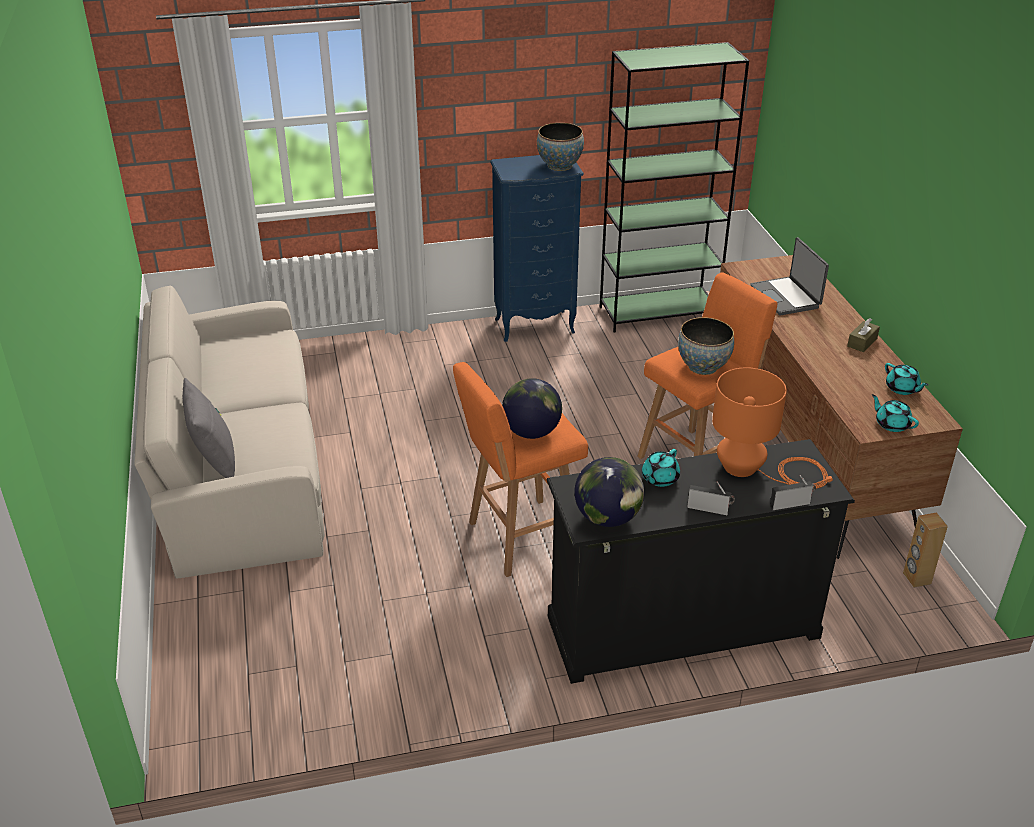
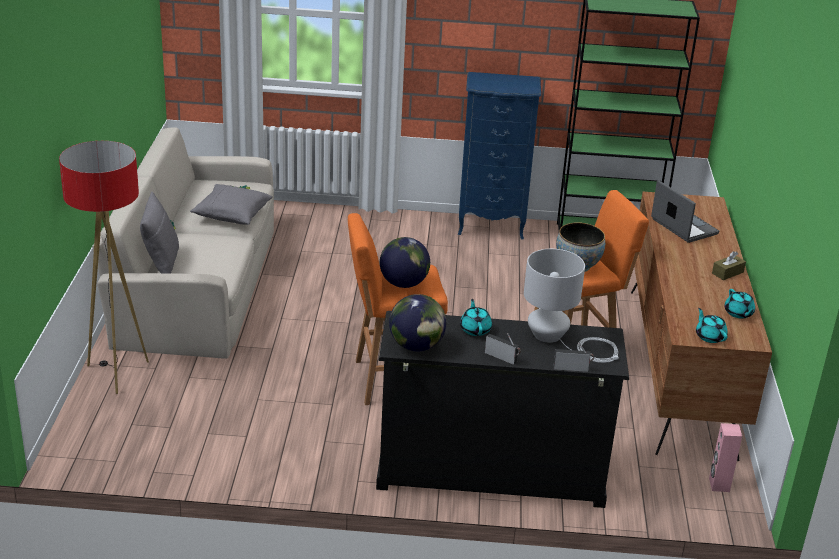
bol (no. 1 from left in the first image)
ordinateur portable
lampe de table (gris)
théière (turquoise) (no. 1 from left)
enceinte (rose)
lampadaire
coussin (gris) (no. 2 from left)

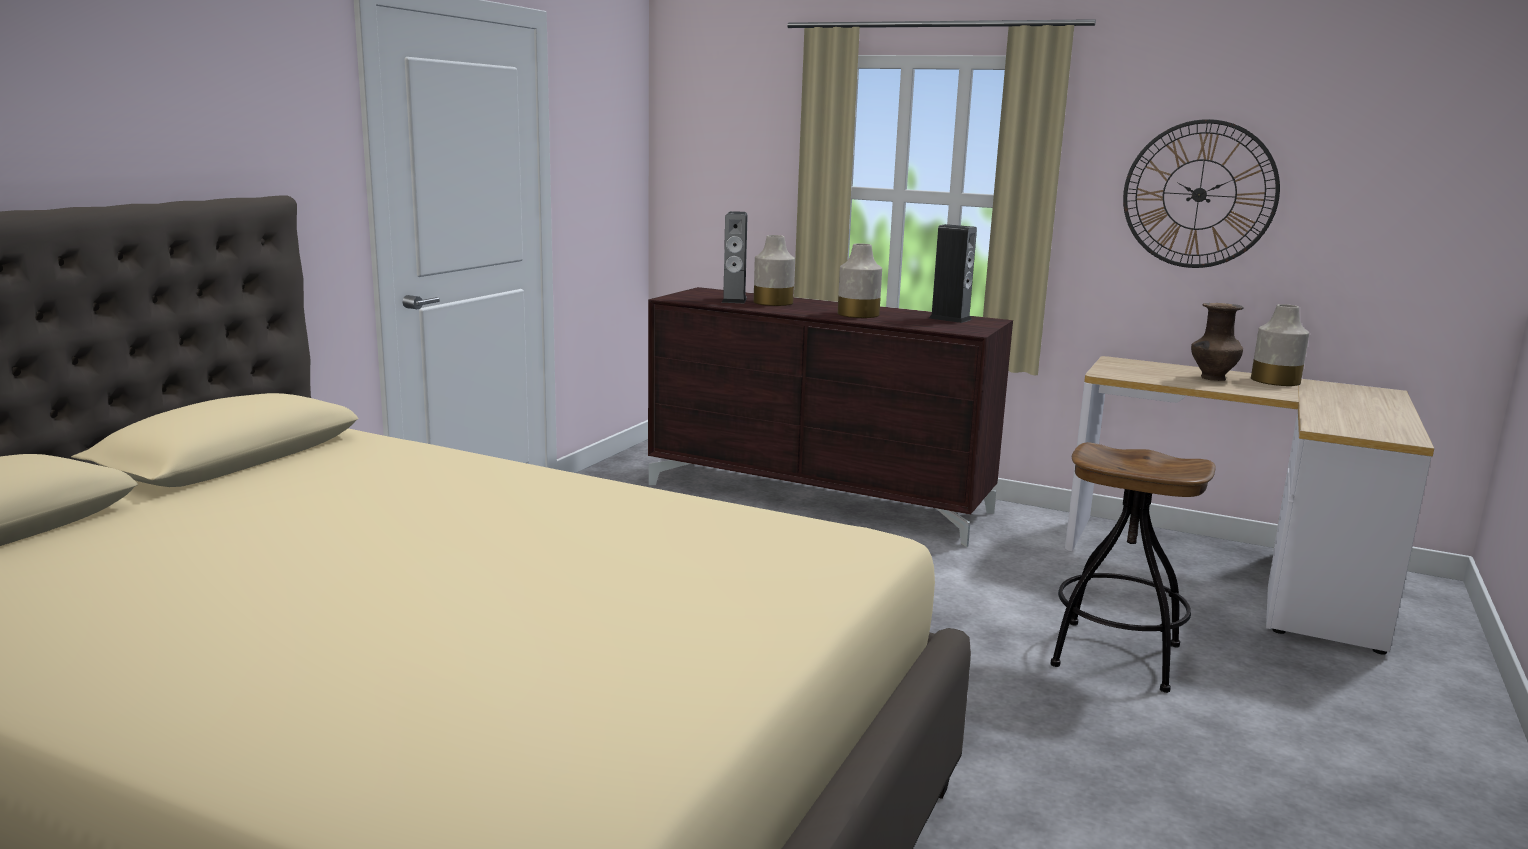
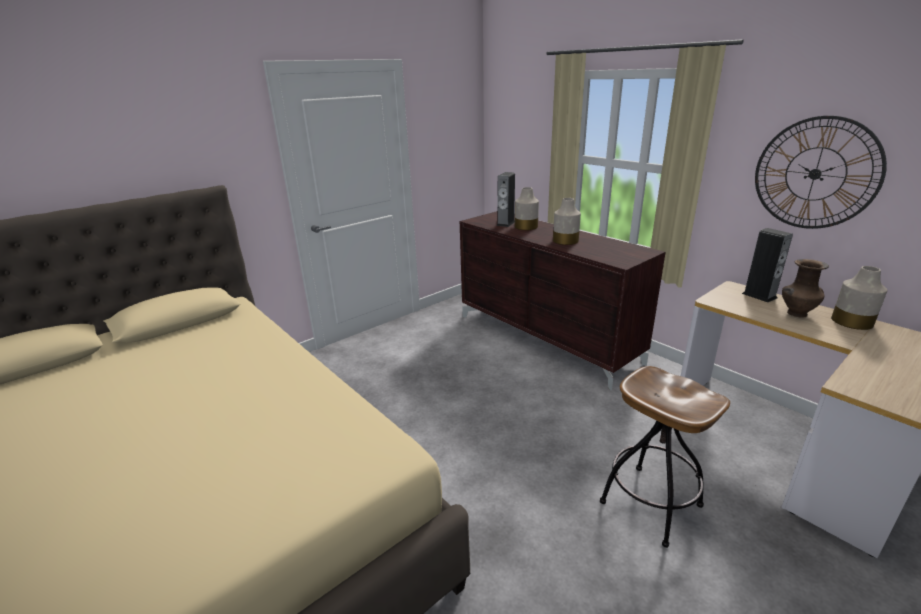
enceinte (no. 2 from left)

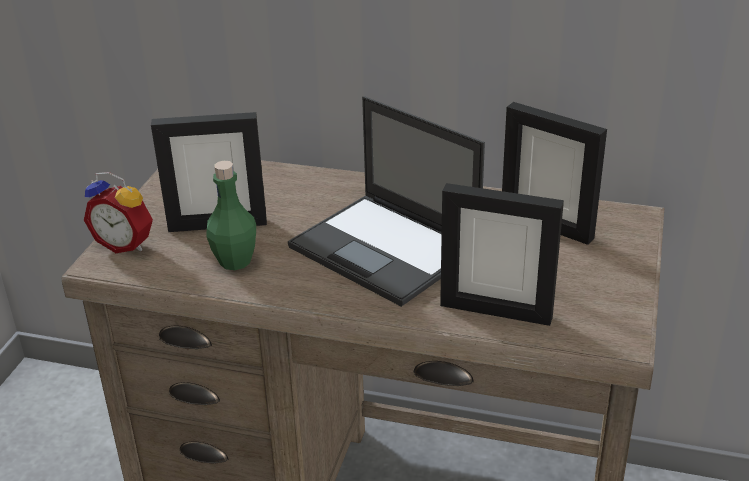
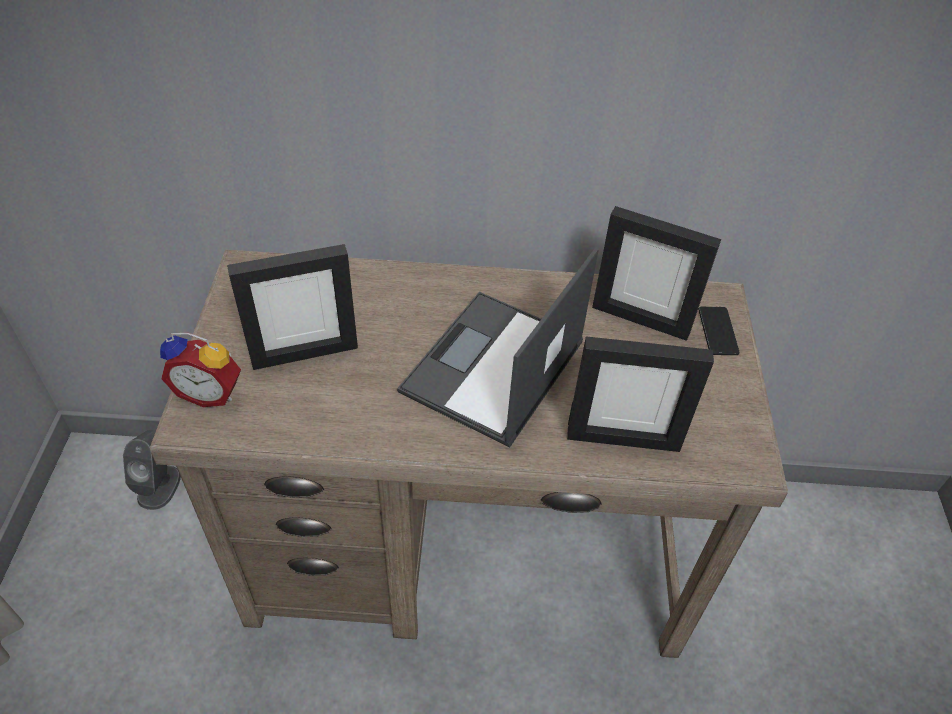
ordinateur portable
bouteille (vert)
téléphone
enceinte (gris)

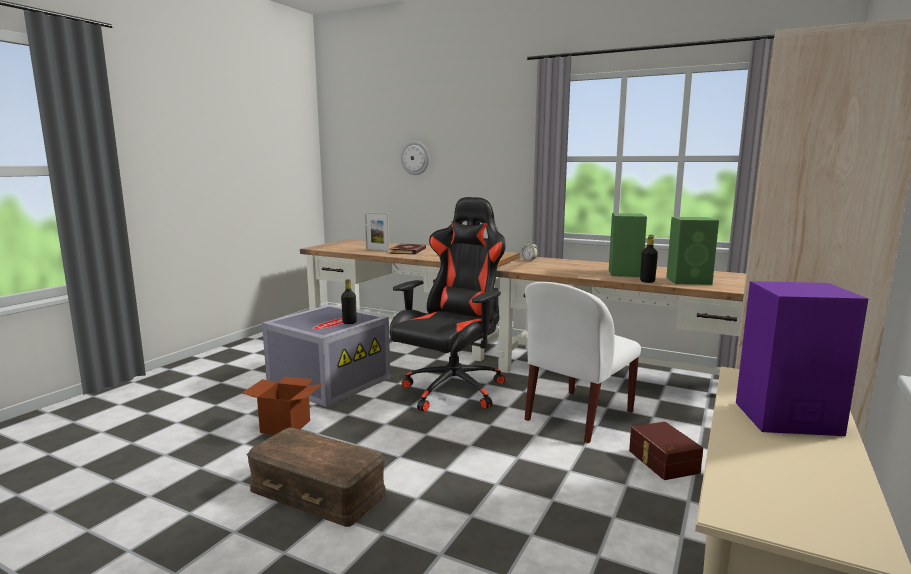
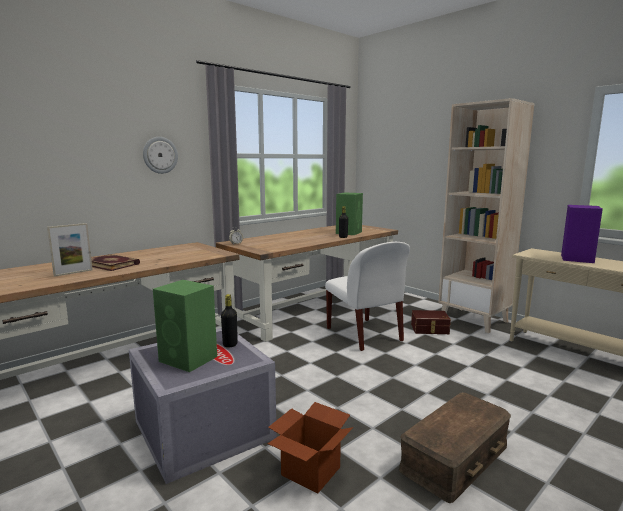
horloge murale
chaise de bureau (noir)
enceinte (vert) (no. 1 from left)

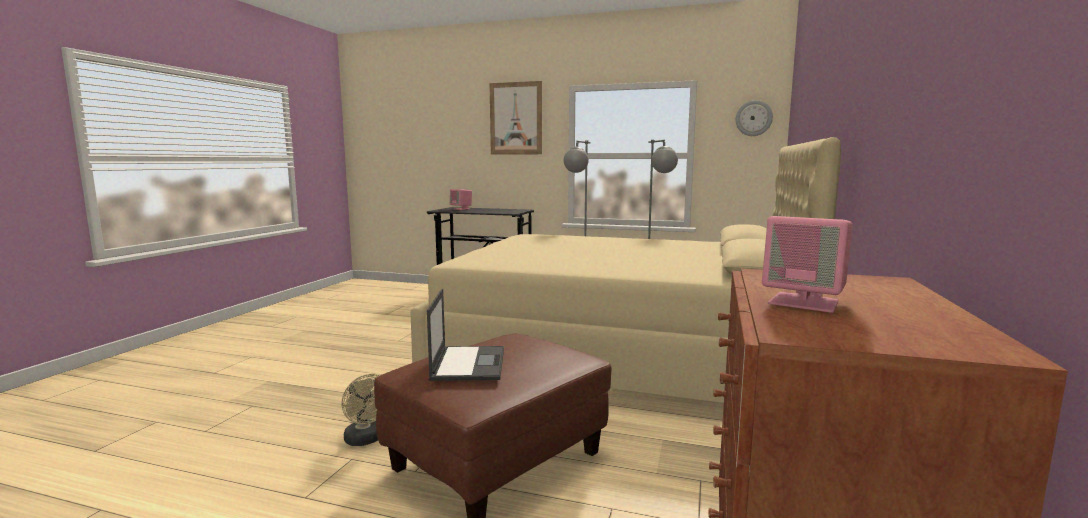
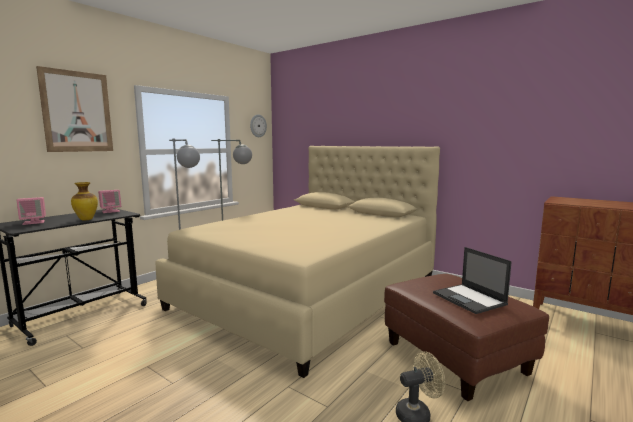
enceinte (rose) (no. 2 from left)
ordinateur portable
vase

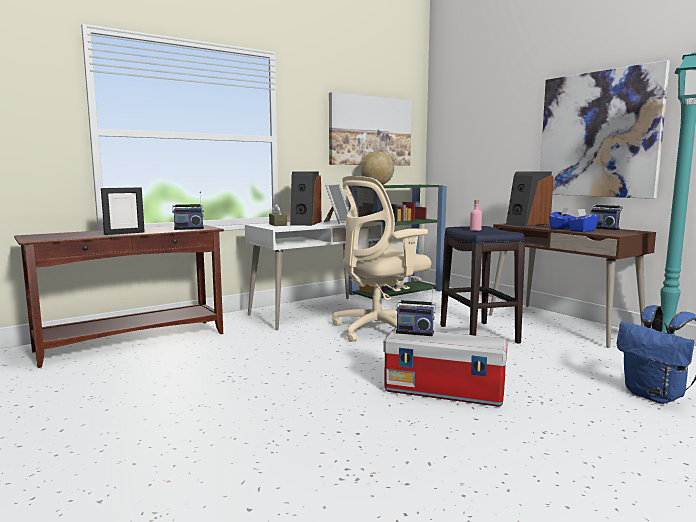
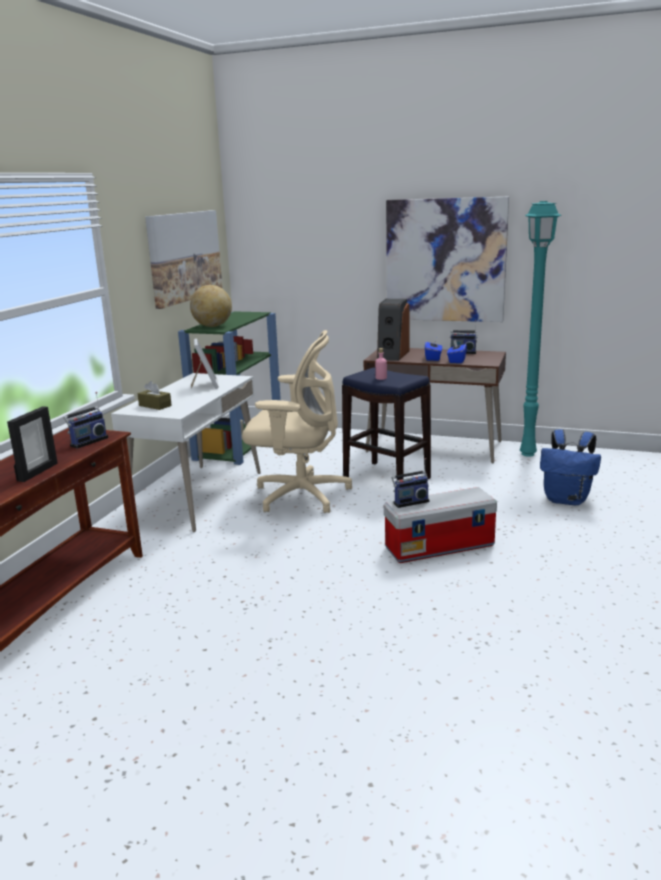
enceinte (no. 1 from left in the first image)
chaise de bureau (beige)

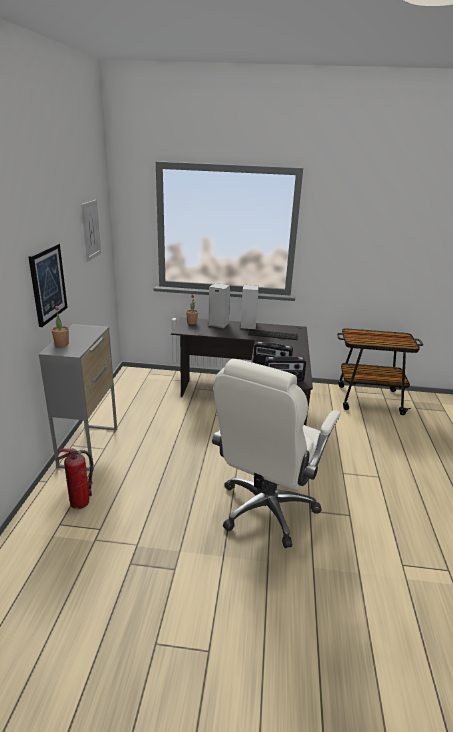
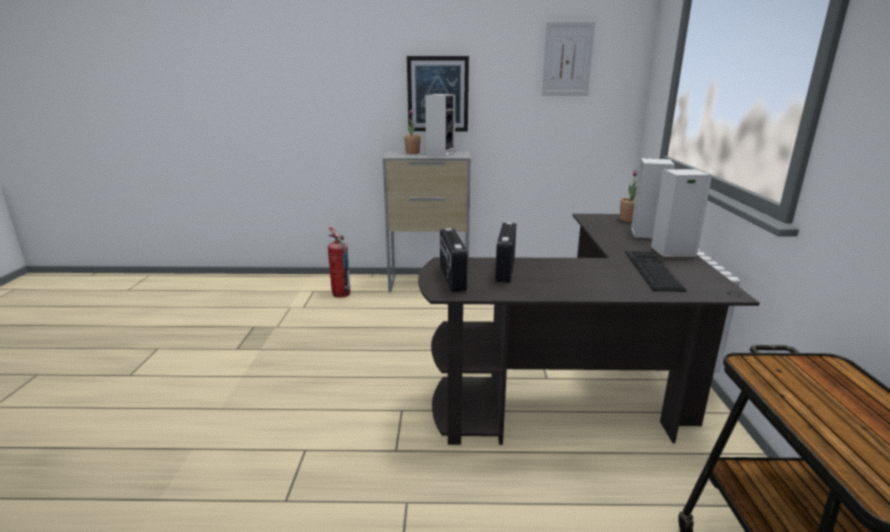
chaise de bureau (blanc)
enceinte (no. 1 from left)

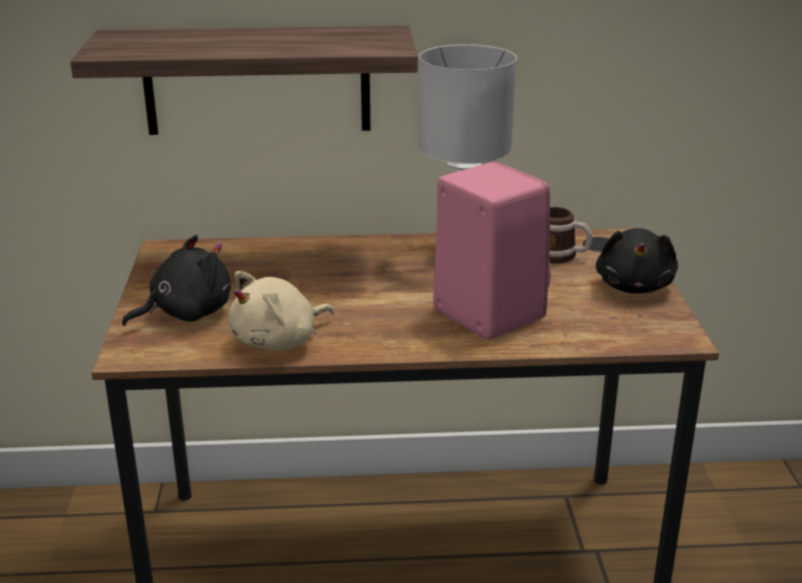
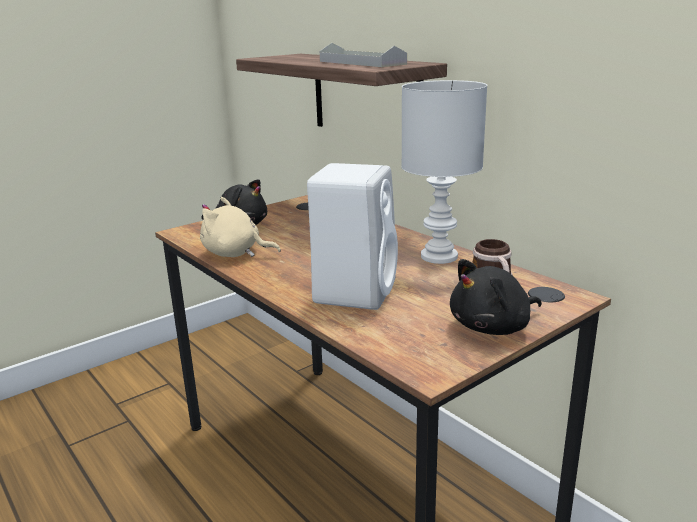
enceinte (blanc)
plateau (gris)

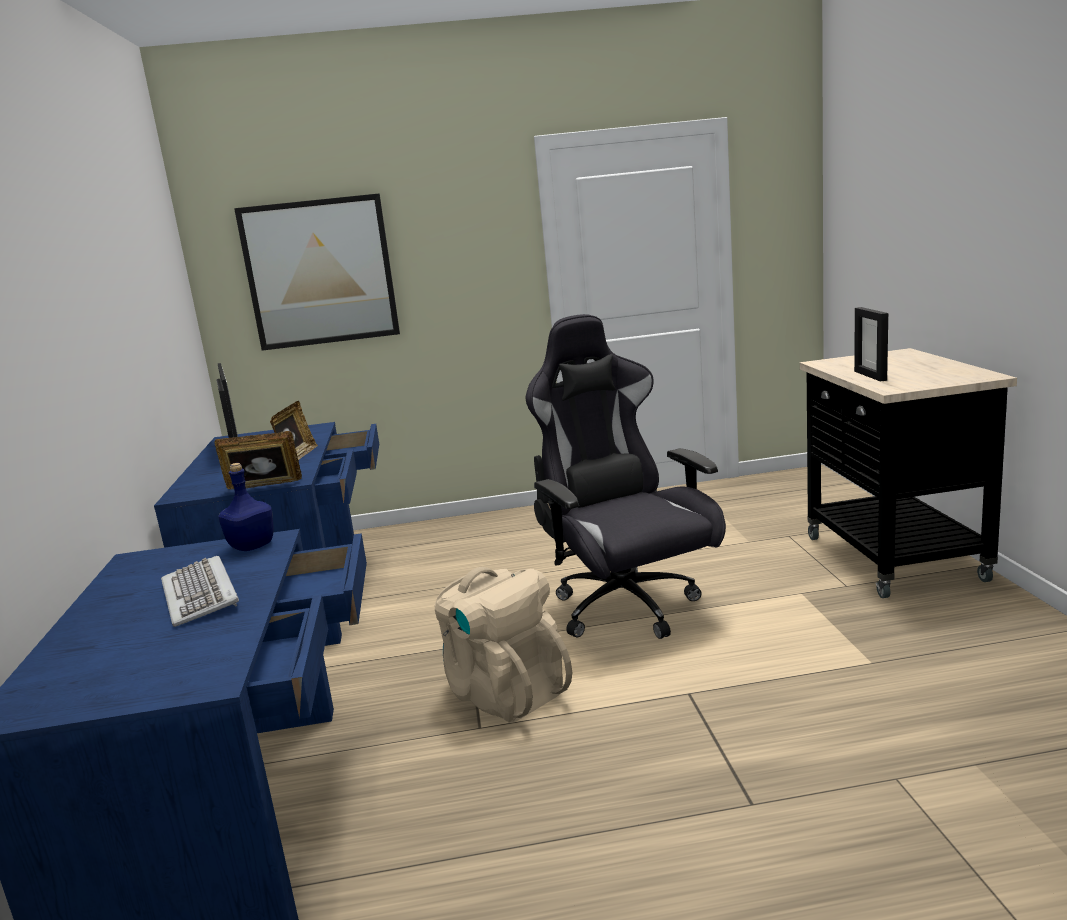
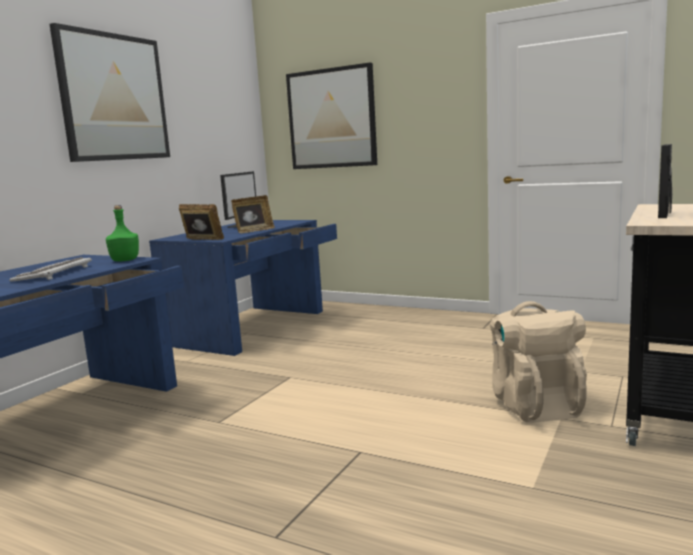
chaise de bureau (noir)
bouteille (vert)
sac à dos (beige)
tableau (no. 1 from left)

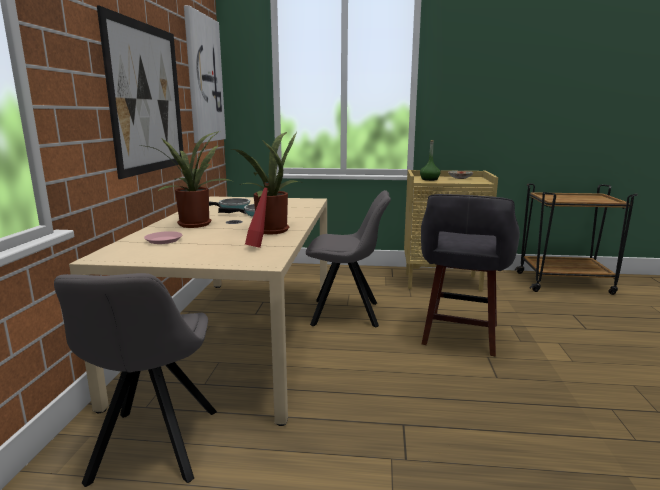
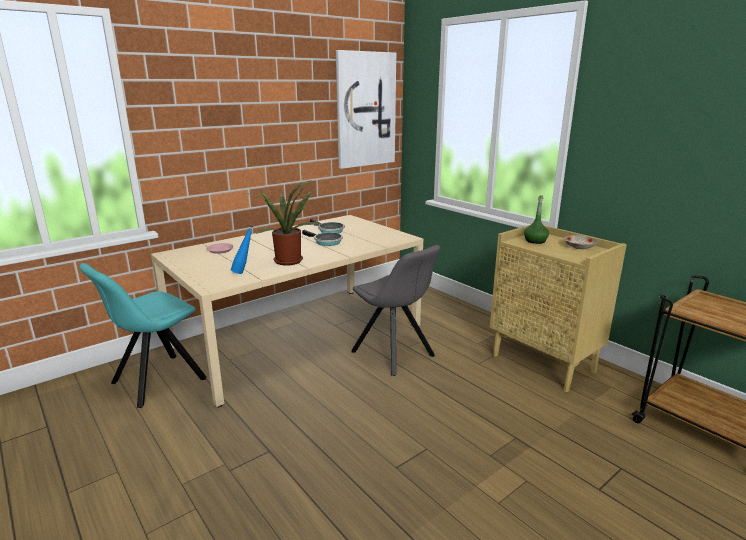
tableau (no. 1 from left in the first image)
plante en pot (no. 1 from left in the first image)
bouteille (bleu)
tabouret (gris)
chaise (turquoise)

